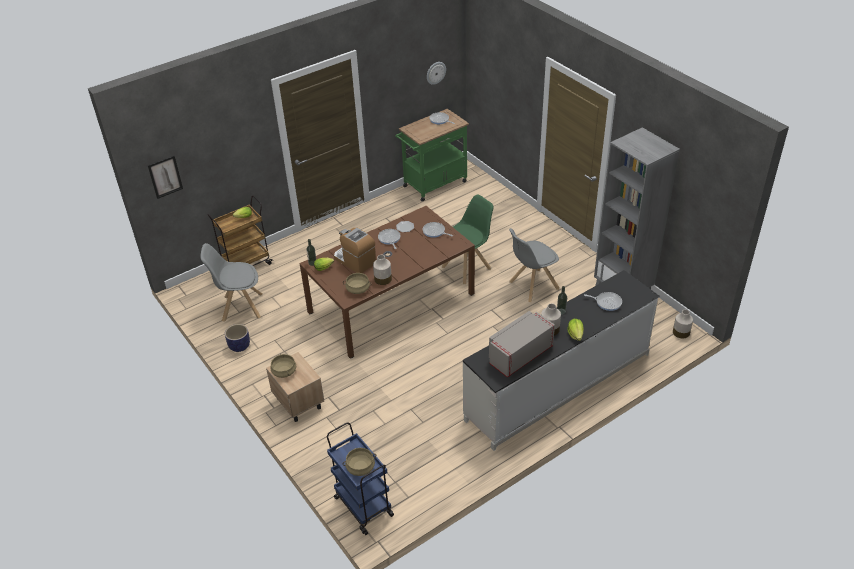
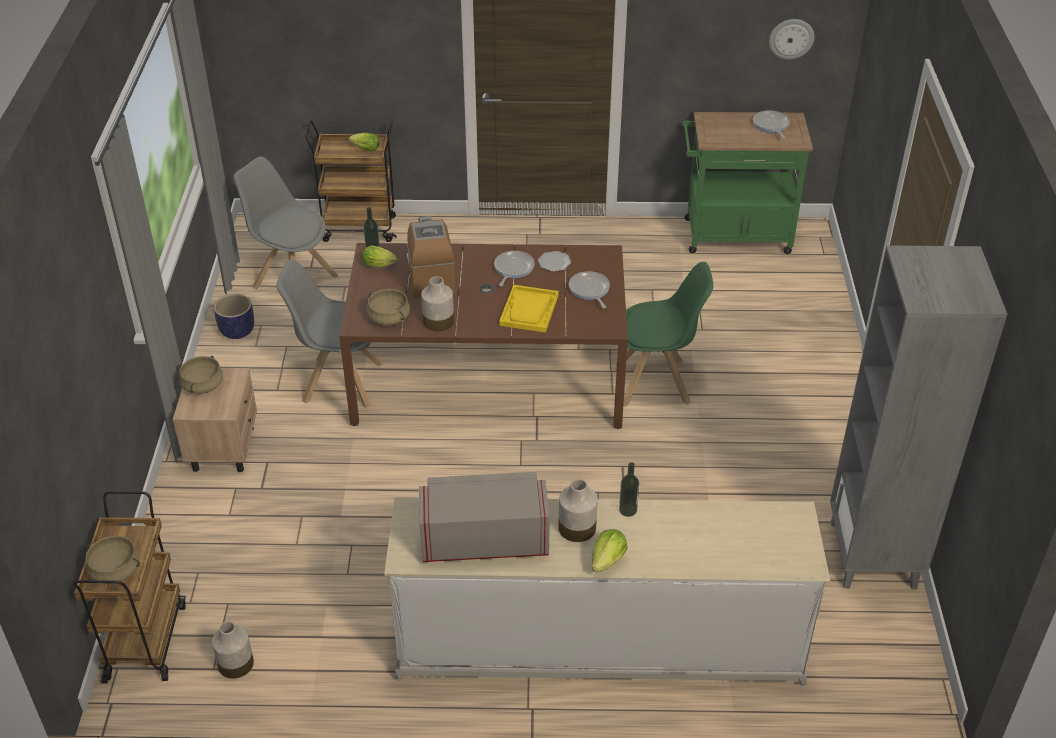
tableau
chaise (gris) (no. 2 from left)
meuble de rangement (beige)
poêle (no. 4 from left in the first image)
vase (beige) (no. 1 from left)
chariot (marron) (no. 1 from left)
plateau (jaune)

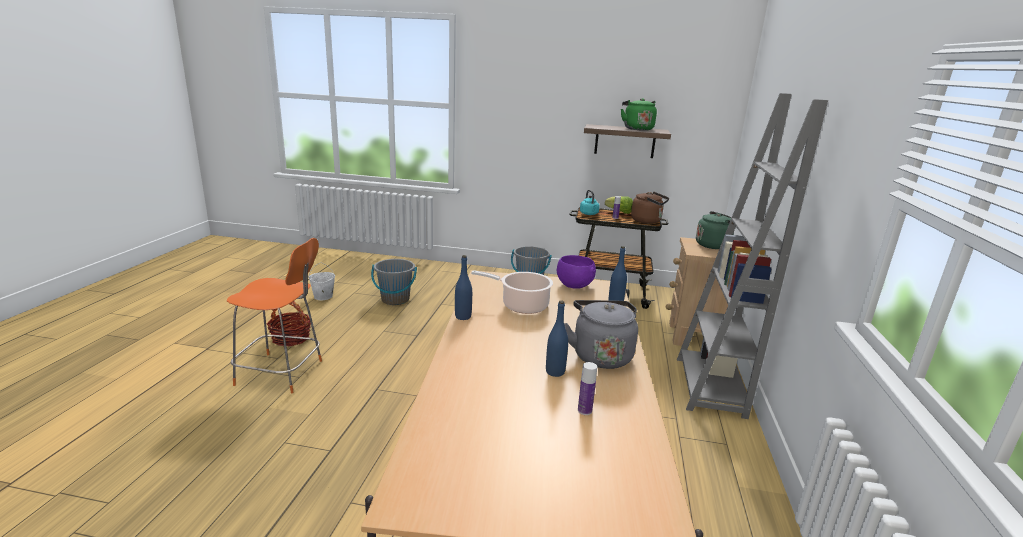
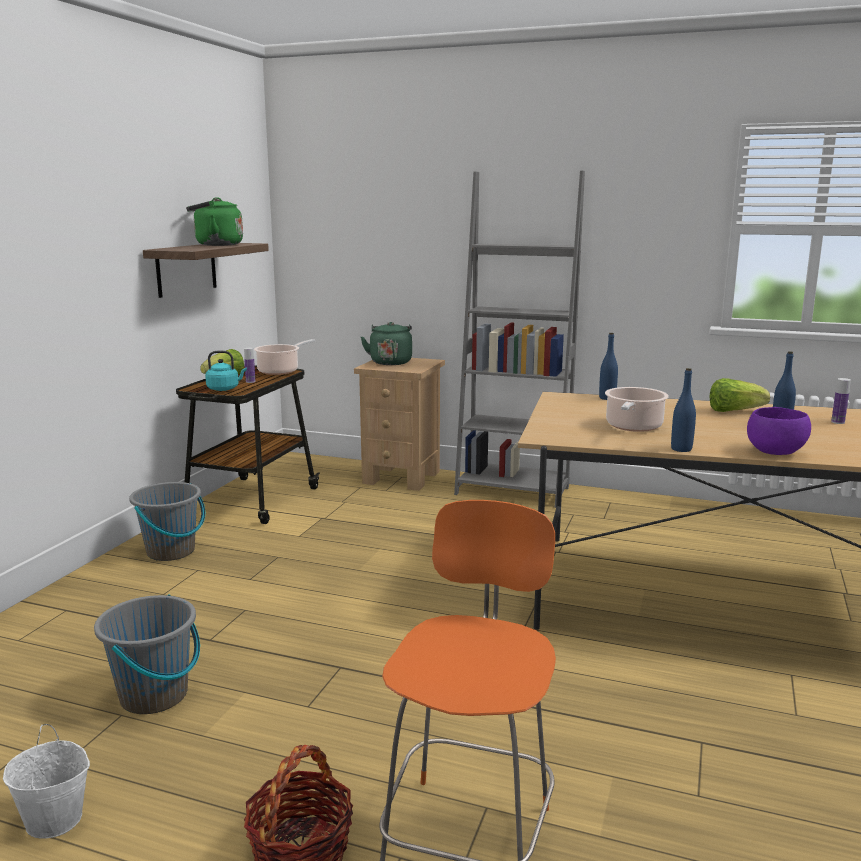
marmite (no. 1 from left)
bol (violet)
laitue (no. 2 from left)

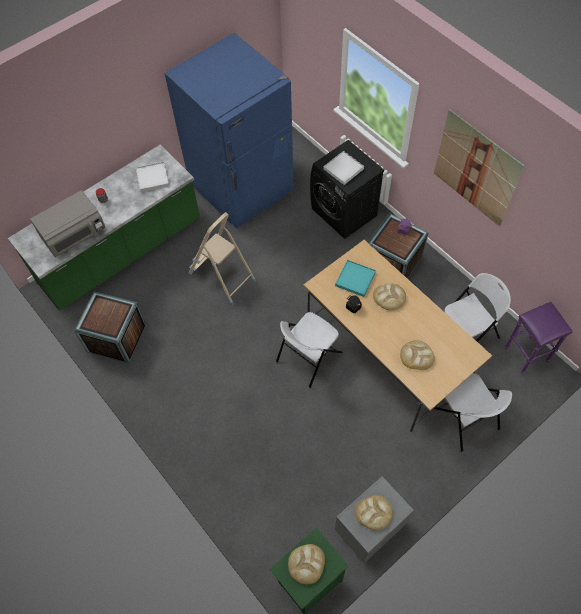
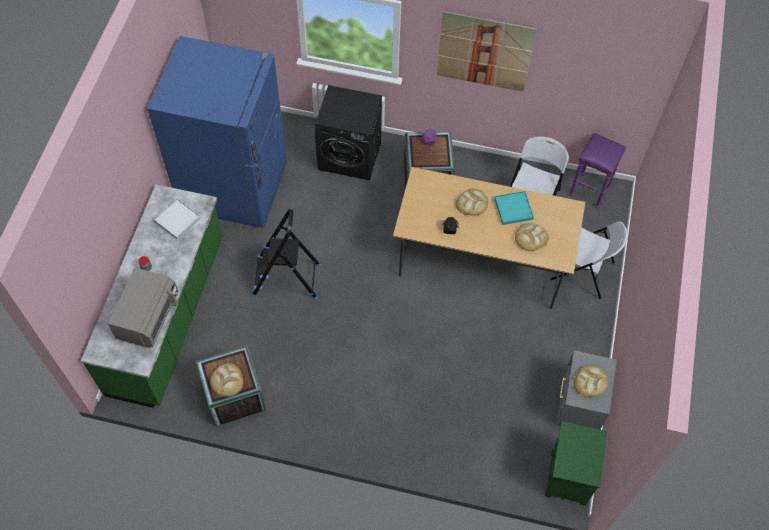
plateau (blanc) (no. 2 from left in the first image)
escabeau (noir)
plateau (turquoise)
chaise (blanc) (no. 1 from left in the first image)
pain (no. 1 from left)

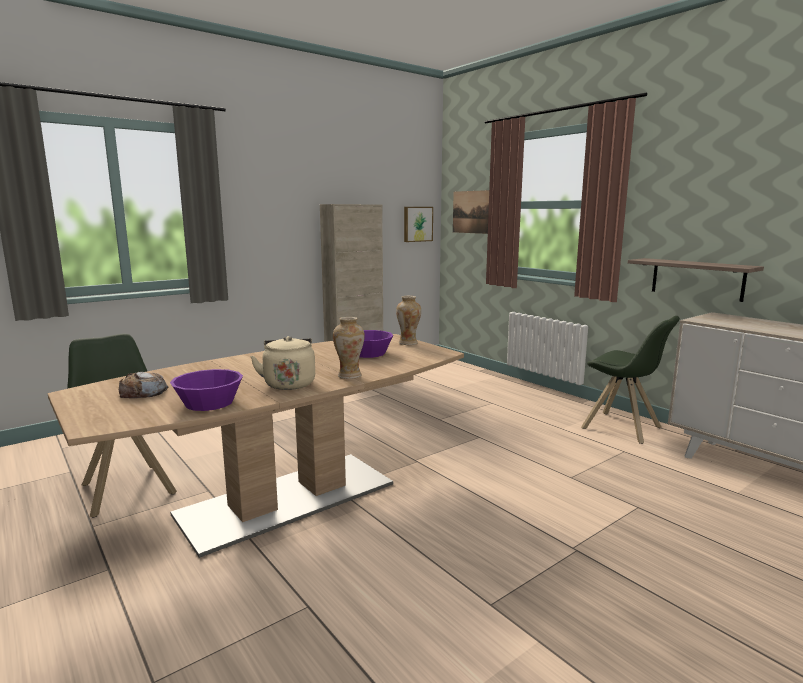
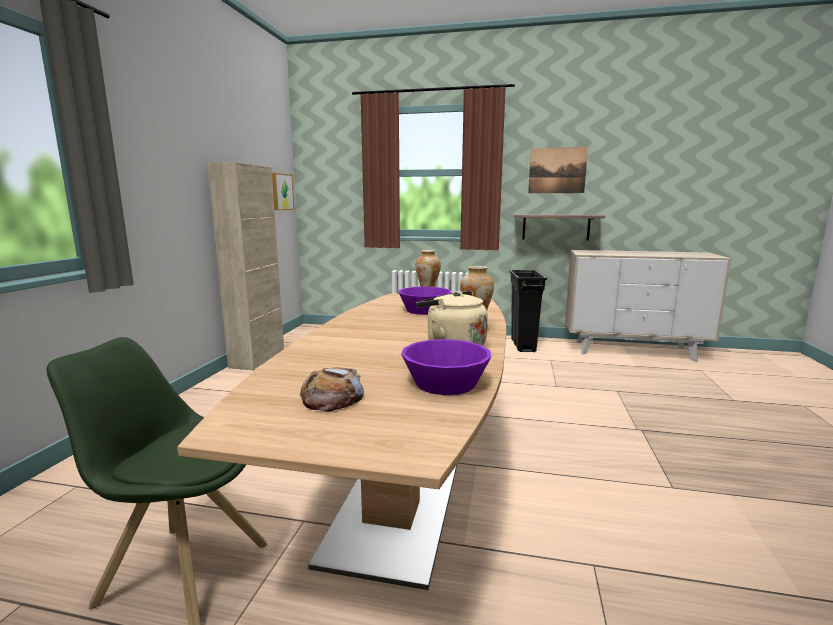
tableau (no. 2 from left)
poubelle (noir)

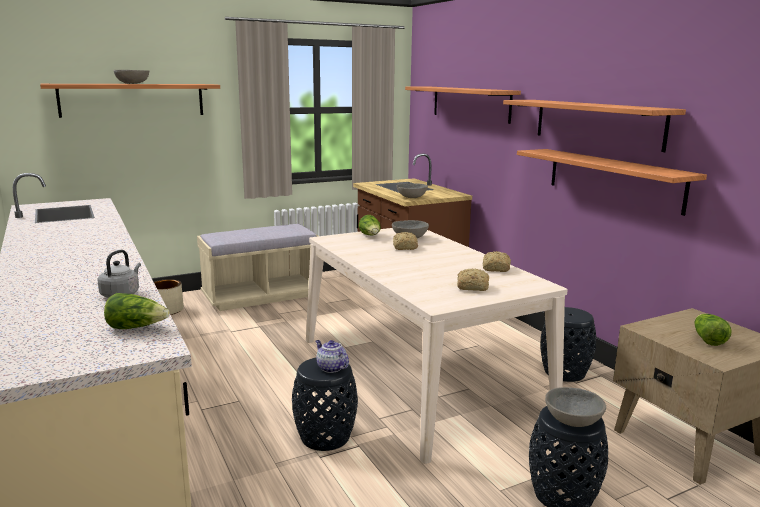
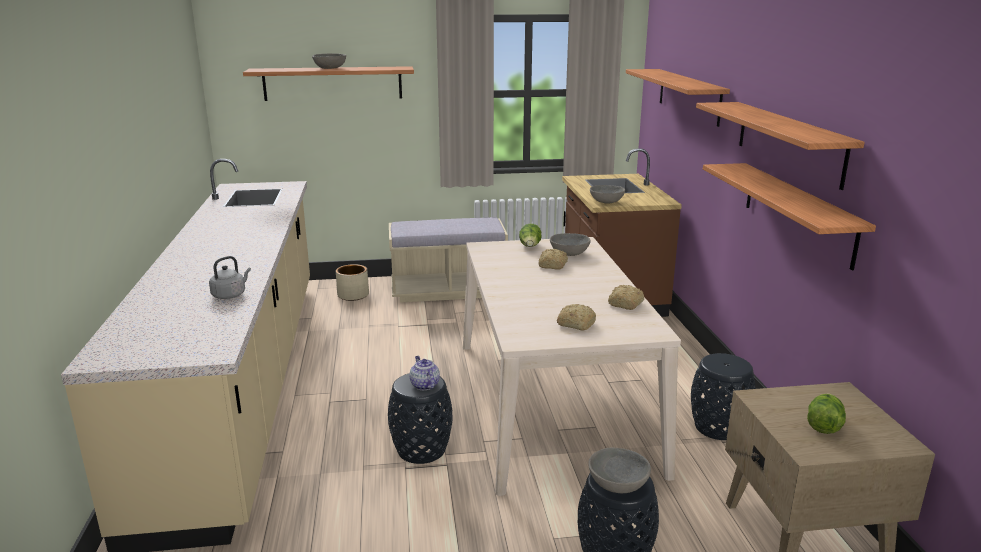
laitue (no. 1 from left in the first image)

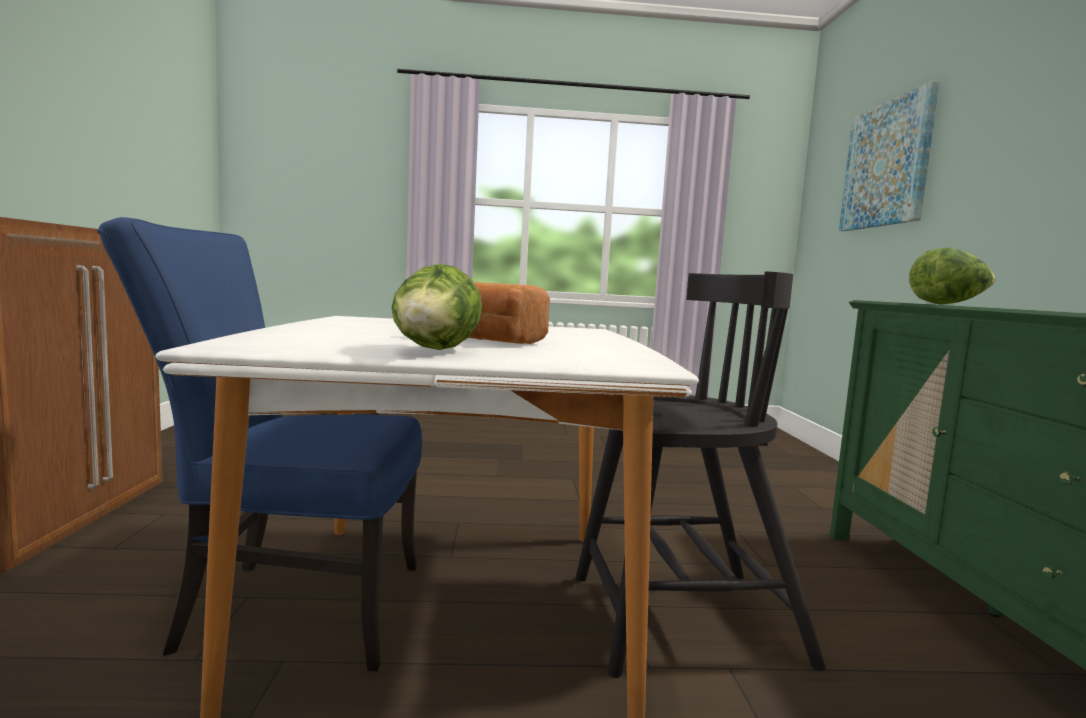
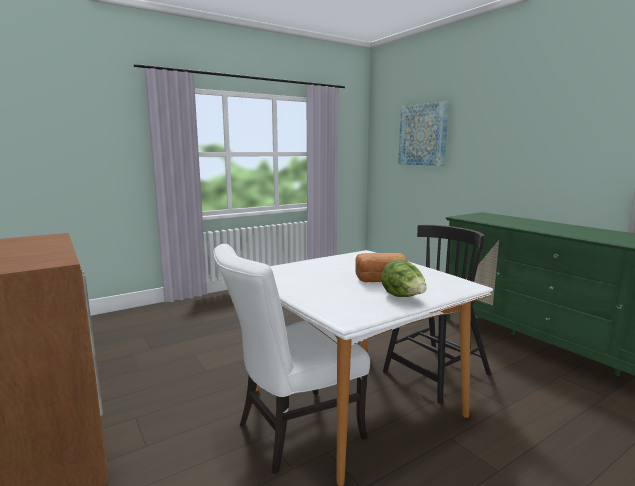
chaise (blanc)
laitue (no. 2 from left in the first image)

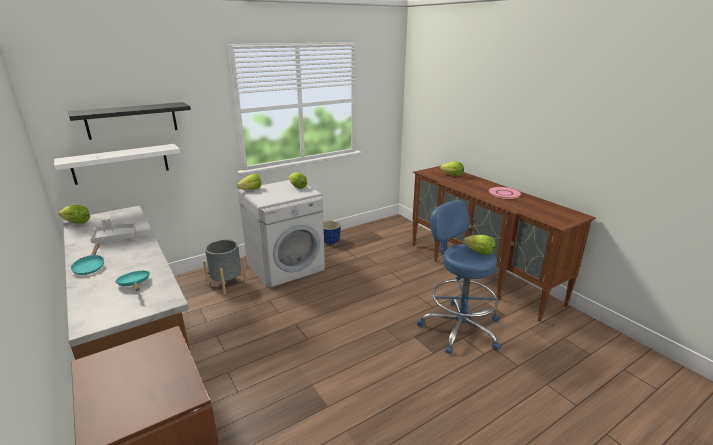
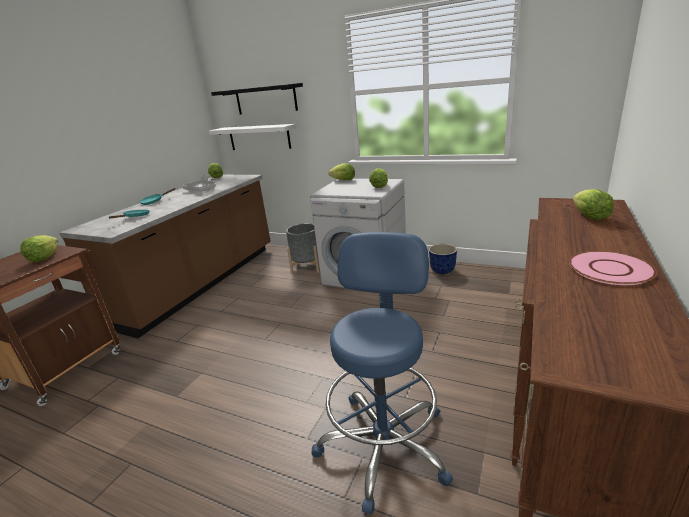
laitue (no. 1 from left)

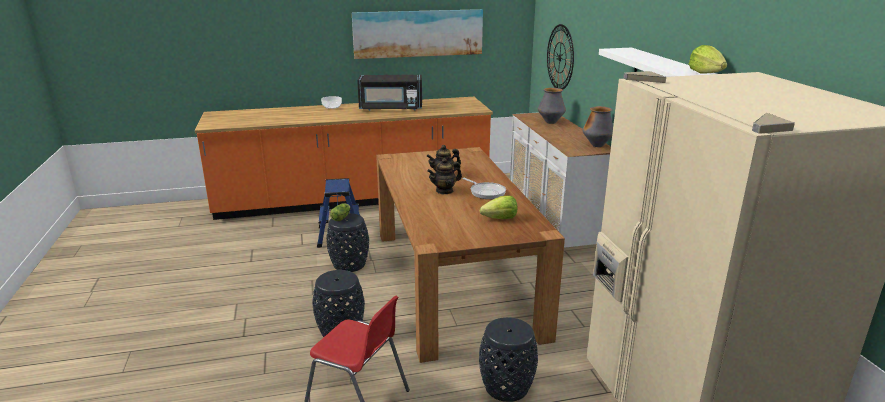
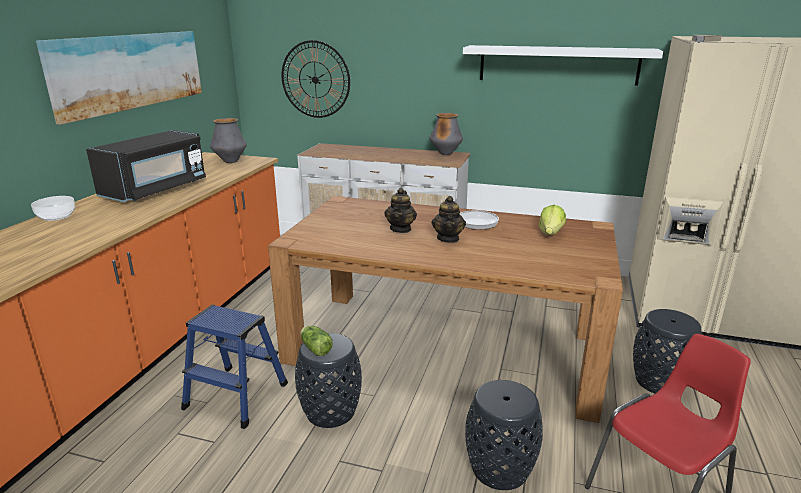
laitue (no. 3 from left in the first image)
vase (no. 1 from left)

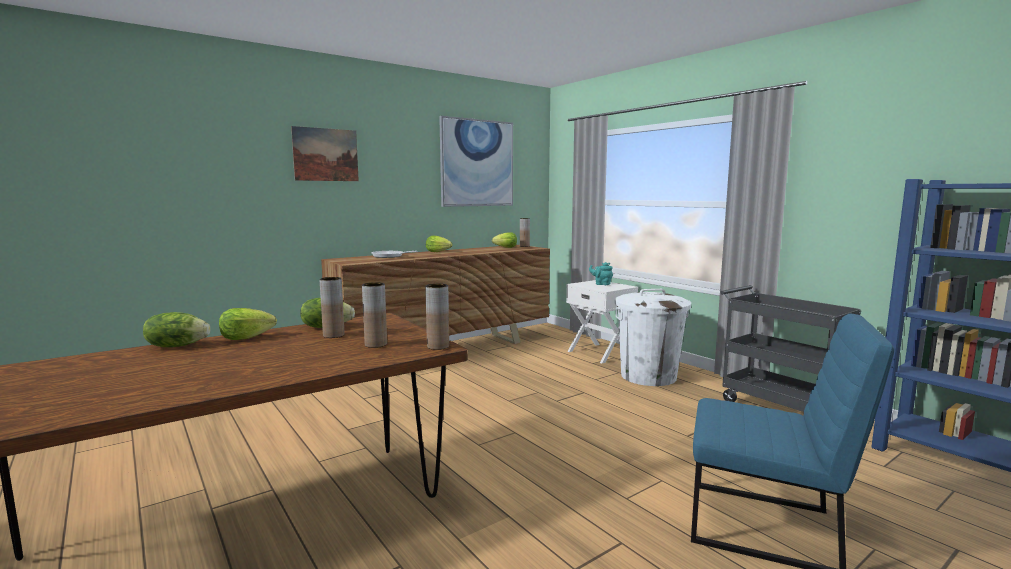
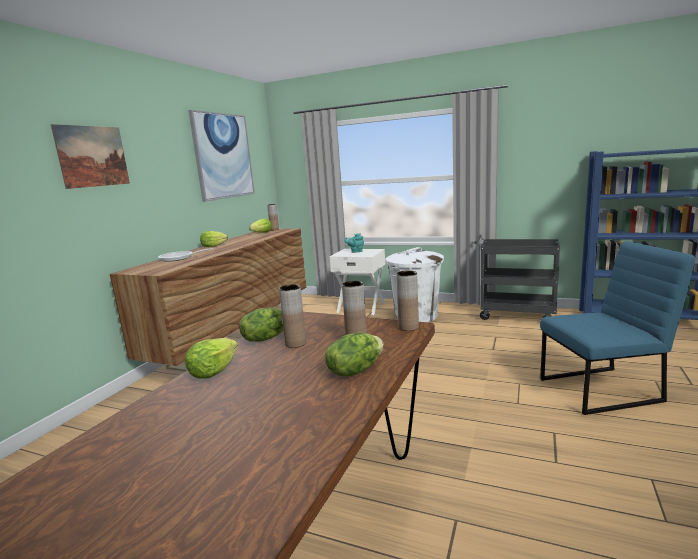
laitue (no. 5 from left)

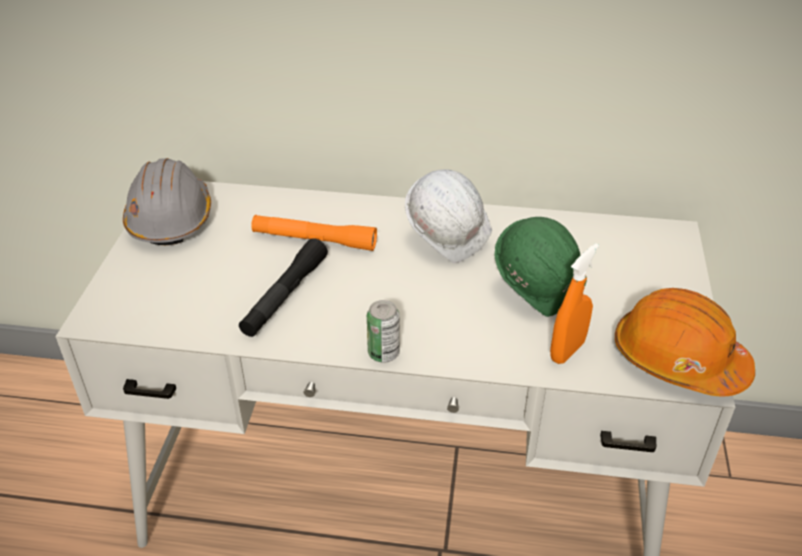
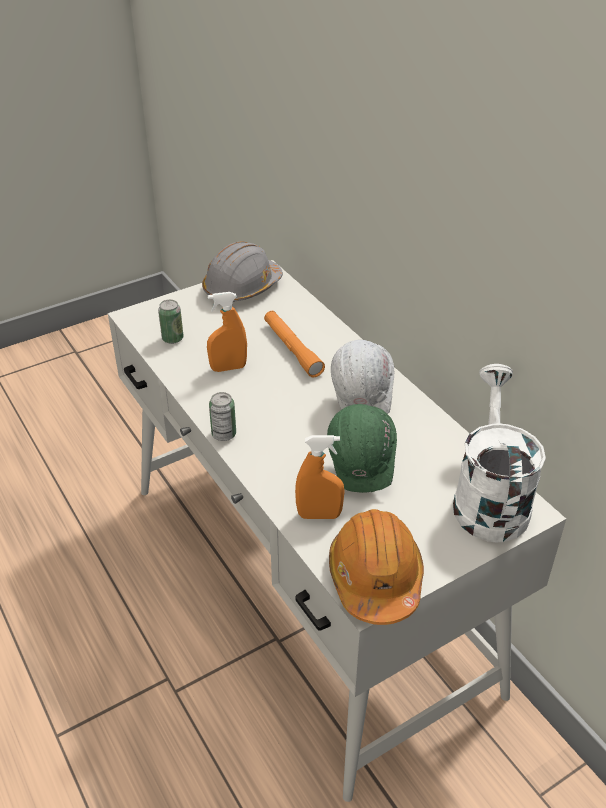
vaporisateur (orange) (no. 1 from left)
boîte métallique (no. 1 from left)
arrosoir (blanc)

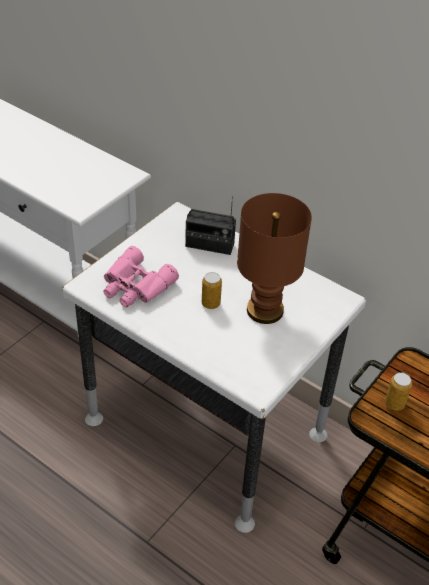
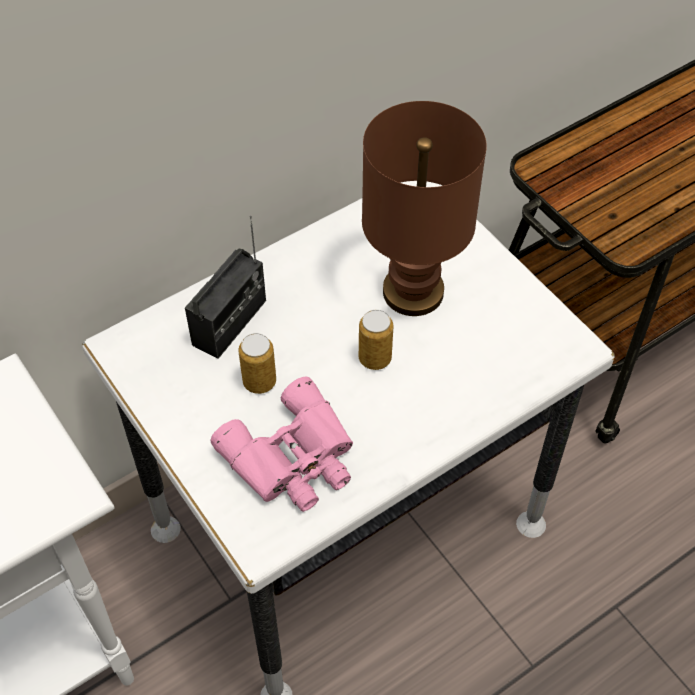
boîte métallique (no. 1 from left)

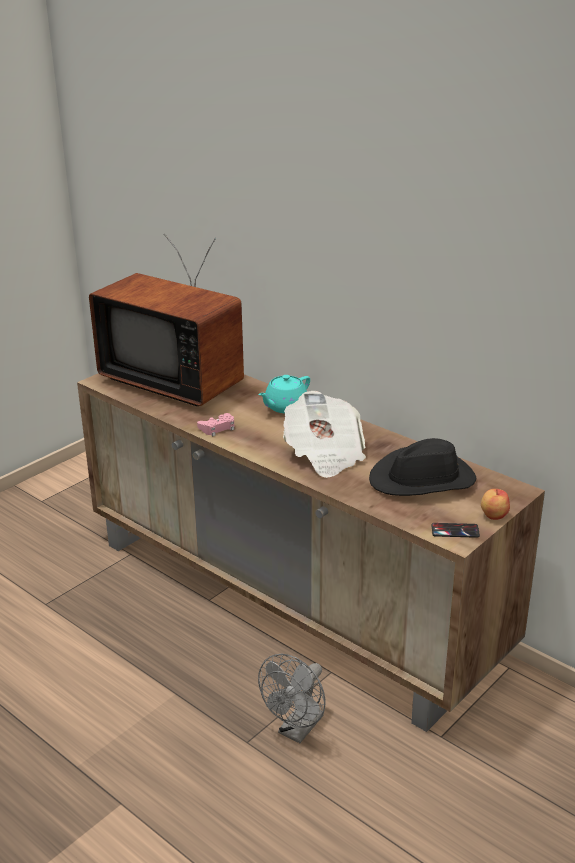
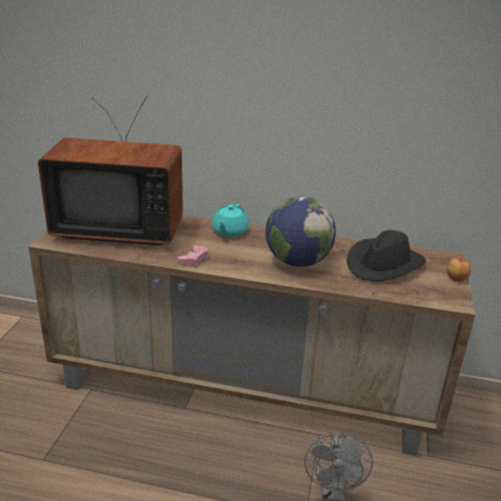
globe
téléphone

